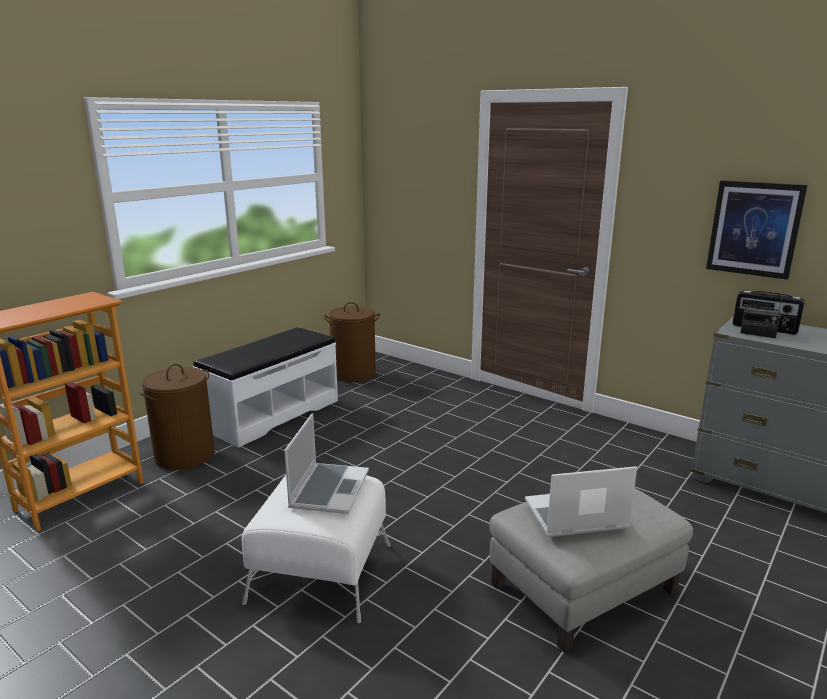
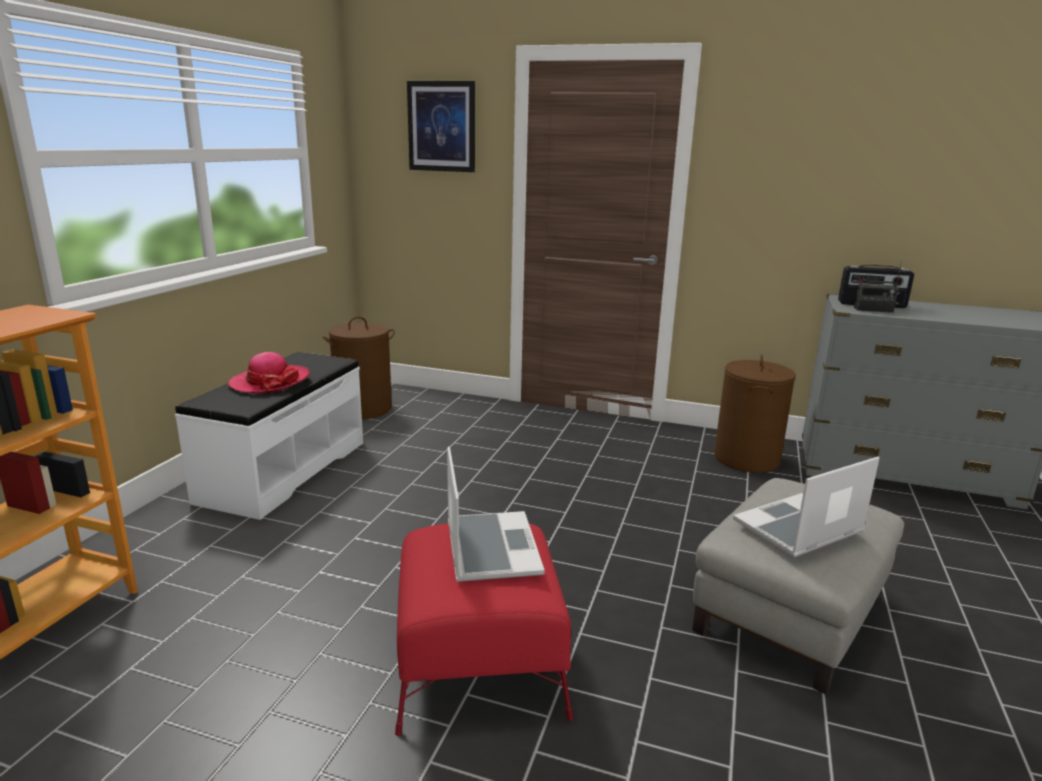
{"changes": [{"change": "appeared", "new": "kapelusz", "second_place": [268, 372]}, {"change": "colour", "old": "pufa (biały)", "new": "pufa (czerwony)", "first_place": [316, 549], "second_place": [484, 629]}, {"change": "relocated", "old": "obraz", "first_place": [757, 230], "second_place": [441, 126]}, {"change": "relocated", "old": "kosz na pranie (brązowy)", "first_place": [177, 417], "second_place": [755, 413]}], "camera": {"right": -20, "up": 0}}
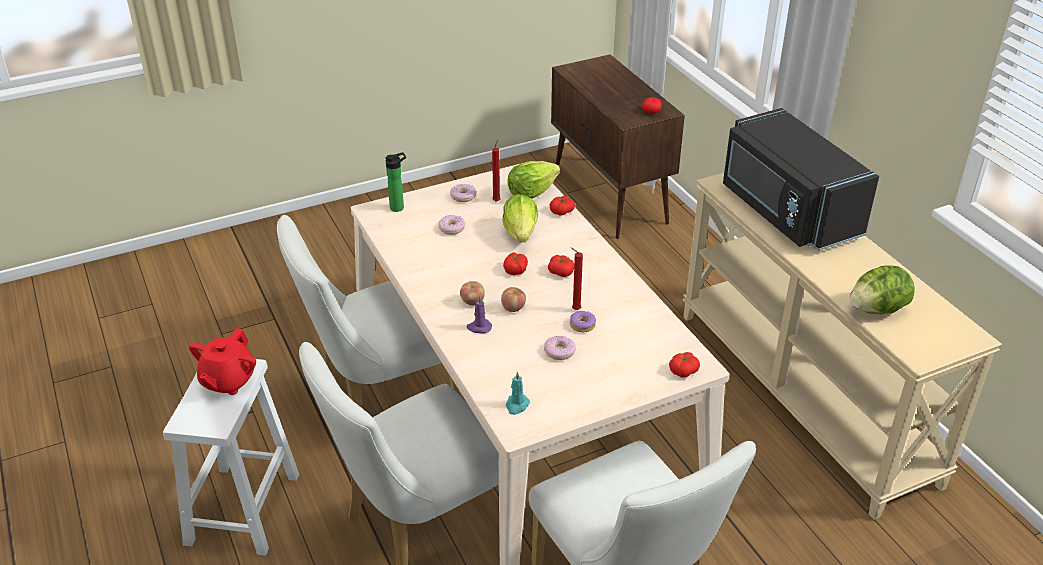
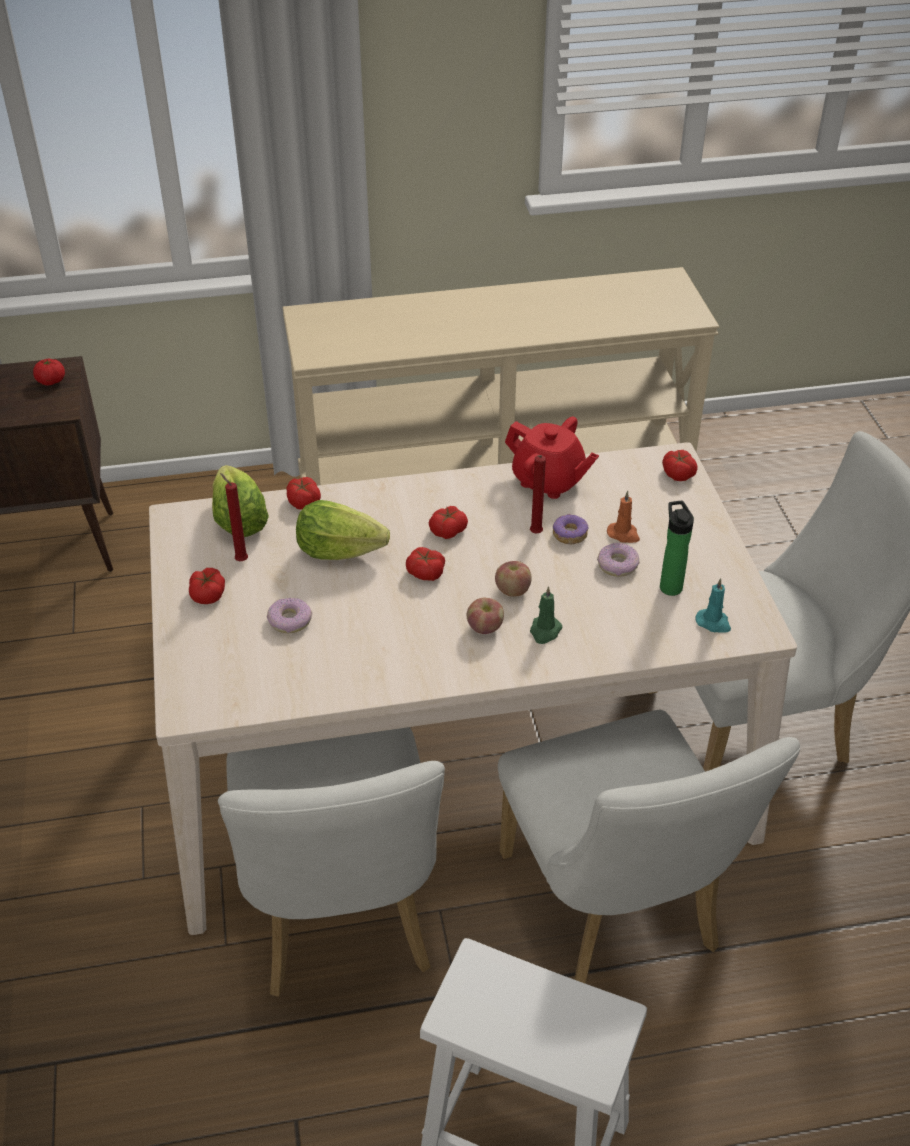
{"changes": [{"change": "exchanged", "old": "donut", "new": "pomidor", "first_place": [463, 193], "second_place": [207, 586]}, {"change": "relocated", "old": "imbryk (czerwony)", "first_place": [222, 361], "second_place": [552, 458]}, {"change": "colour", "old": "świeca (fioletowy)", "new": "świeca (zielony)", "first_place": [479, 314], "second_place": [546, 615]}, {"change": "appeared", "new": "świeca (pomarańczowy)", "second_place": [623, 517]}, {"change": "relocated", "old": "butelka", "first_place": [395, 182], "second_place": [677, 548]}, {"change": "missing", "old": "mikrofalówka (czarny)", "first_place": [801, 179]}, {"change": "missing", "old": "sałata", "first_place": [882, 289]}], "camera": {"right": -75, "up": 5}}
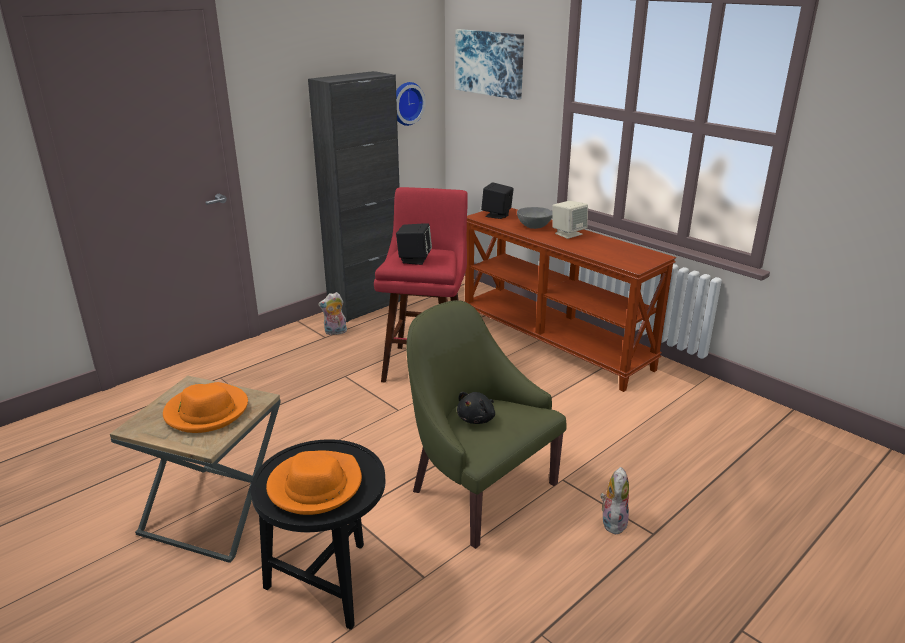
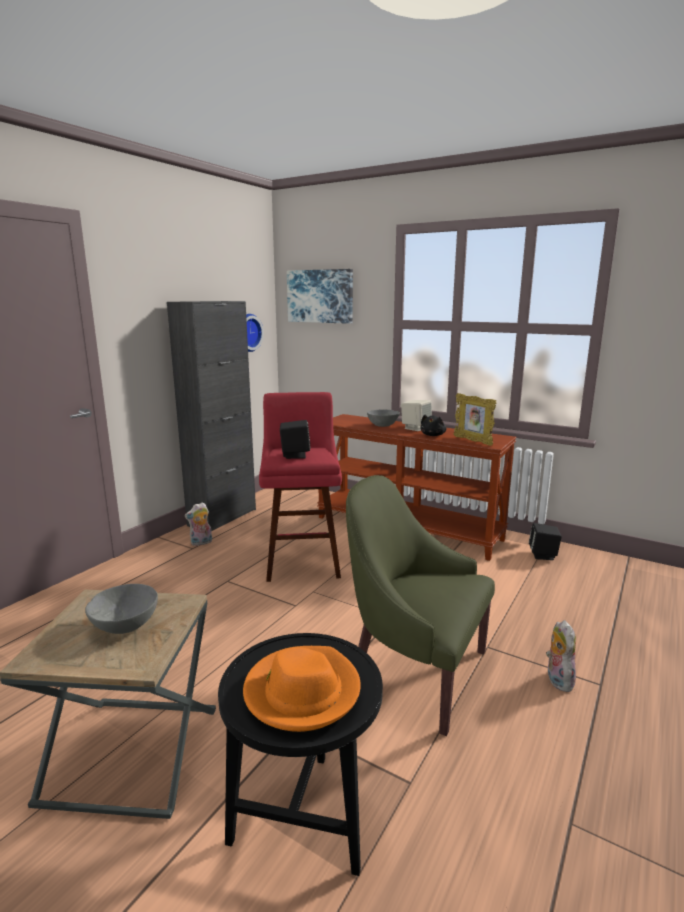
{"changes": [{"change": "exchanged", "old": "kapelusz (pomarańczowy)", "new": "miska (szary)", "first_place": [205, 407], "second_place": [121, 609]}, {"change": "relocated", "old": "pluszak (czarny)", "first_place": [476, 408], "second_place": [433, 425]}, {"change": "appeared", "new": "ramka na zdjęcie", "second_place": [474, 419]}, {"change": "relocated", "old": "głośnik (czarny)", "first_place": [497, 200], "second_place": [545, 541]}], "camera": {"right": -15, "up": -10}}
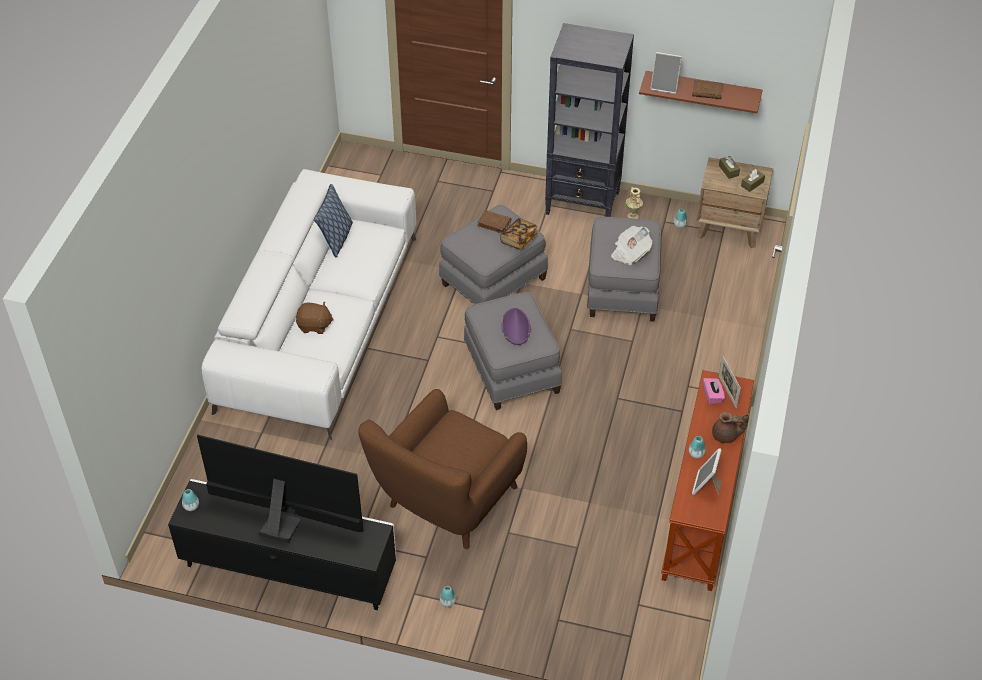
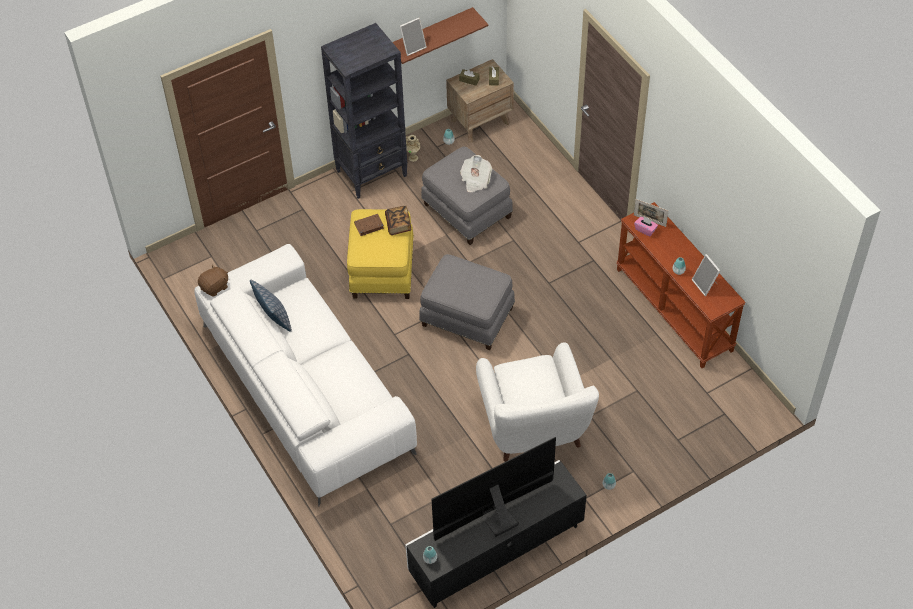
{"changes": [{"change": "relocated", "old": "pluszak (brązowy)", "first_place": [315, 318], "second_place": [213, 280]}, {"change": "colour", "old": "pufa (szary)", "new": "pufa (żółty)", "first_place": [493, 255], "second_place": [380, 254]}, {"change": "colour", "old": "fotel (brązowy)", "new": "fotel (biały)", "first_place": [442, 469], "second_place": [537, 402]}, {"change": "missing", "old": "kapelusz (fioletowy)", "first_place": [516, 326]}, {"change": "missing", "old": "książka (brązowy)", "first_place": [707, 89]}, {"change": "missing", "old": "imbryk (brązowy)", "first_place": [730, 427]}], "camera": {"right": -45, "up": 5}}
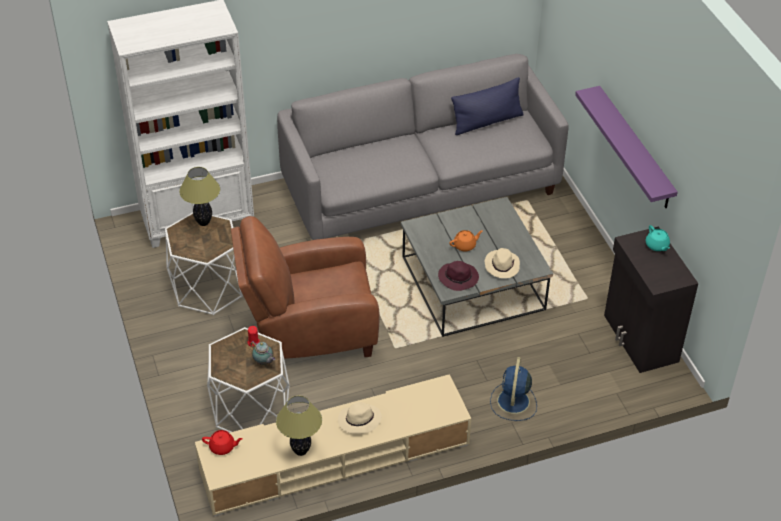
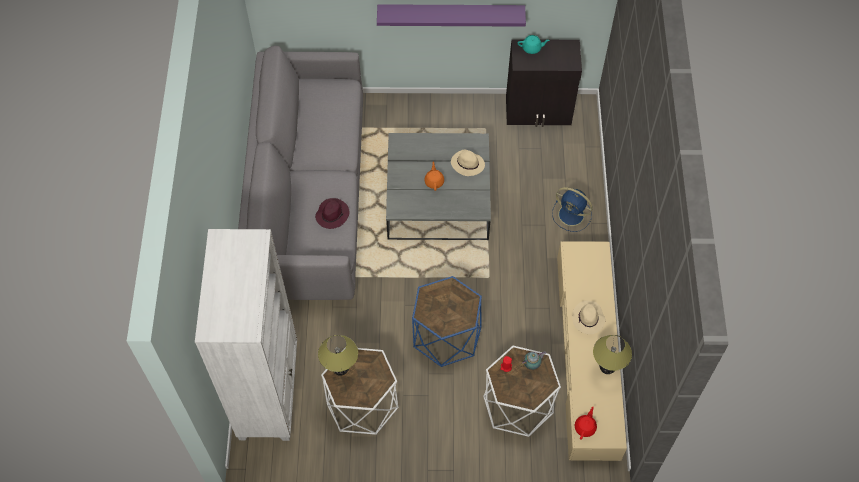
{"changes": [{"change": "relocated", "old": "kapelusz (fioletowy)", "first_place": [458, 276], "second_place": [332, 213]}, {"change": "exchanged", "old": "fotel (brązowy)", "new": "stolik (niebieski)", "first_place": [305, 287], "second_place": [447, 321]}, {"change": "missing", "old": "poduszka (niebieski)", "first_place": [487, 106]}], "camera": {"right": -70, "up": 15}}
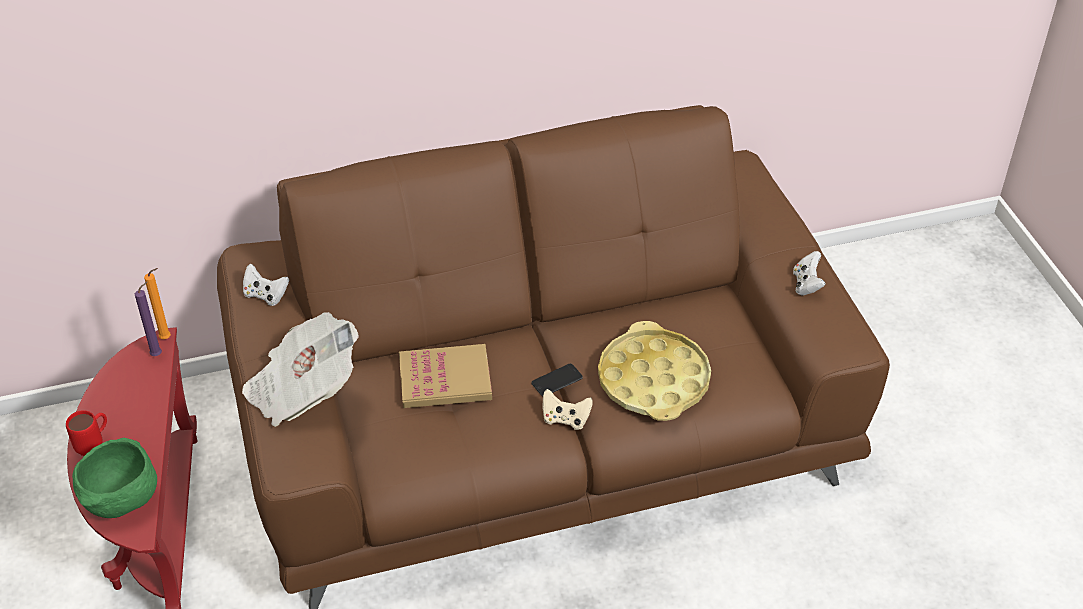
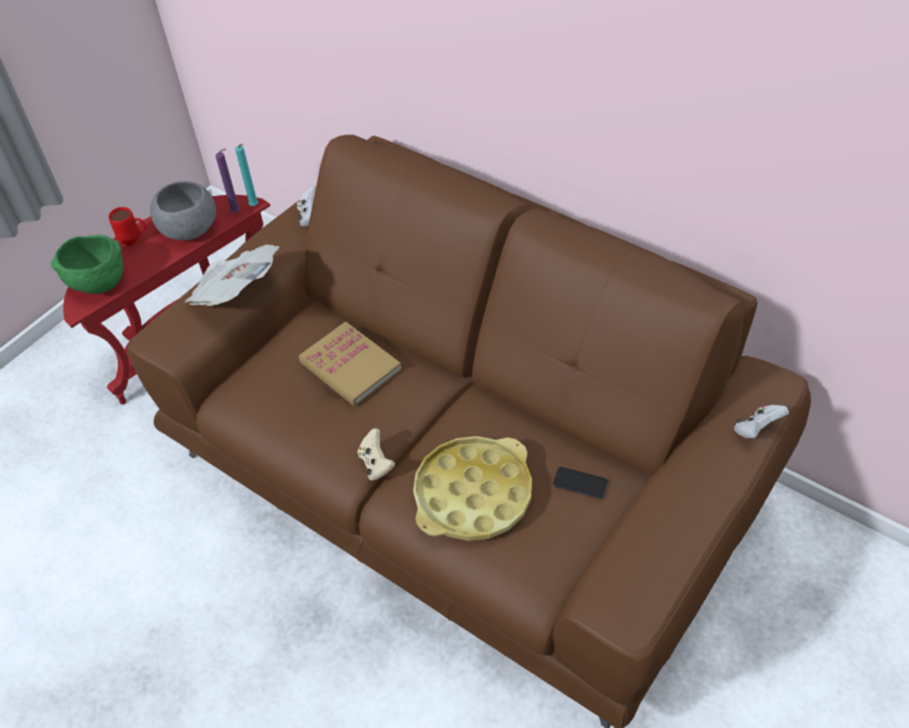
{"changes": [{"change": "appeared", "new": "miska (szary)", "second_place": [183, 211]}, {"change": "colour", "old": "świeca (pomarańczowy)", "new": "świeca (turkusowy)", "first_place": [157, 303], "second_place": [246, 175]}, {"change": "relocated", "old": "telefon", "first_place": [557, 380], "second_place": [580, 483]}, {"change": "relocated", "old": "pad do gier (biały)", "first_place": [809, 273], "second_place": [761, 421]}], "camera": {"right": 55, "up": 5}}
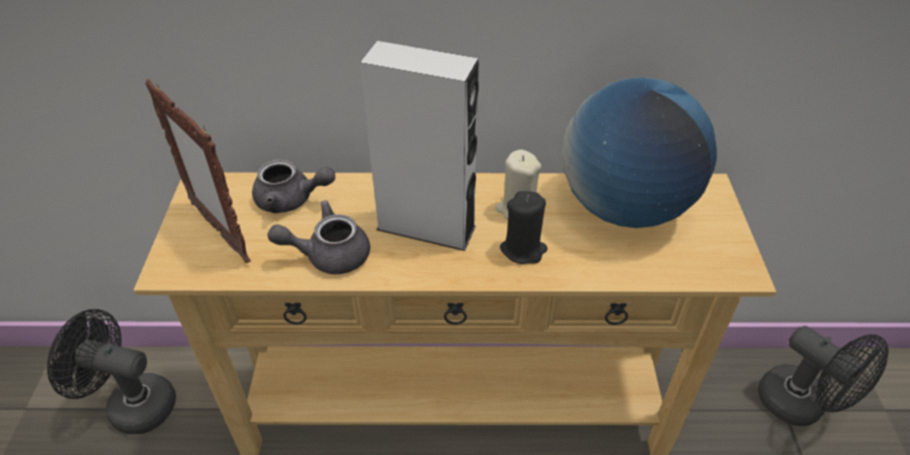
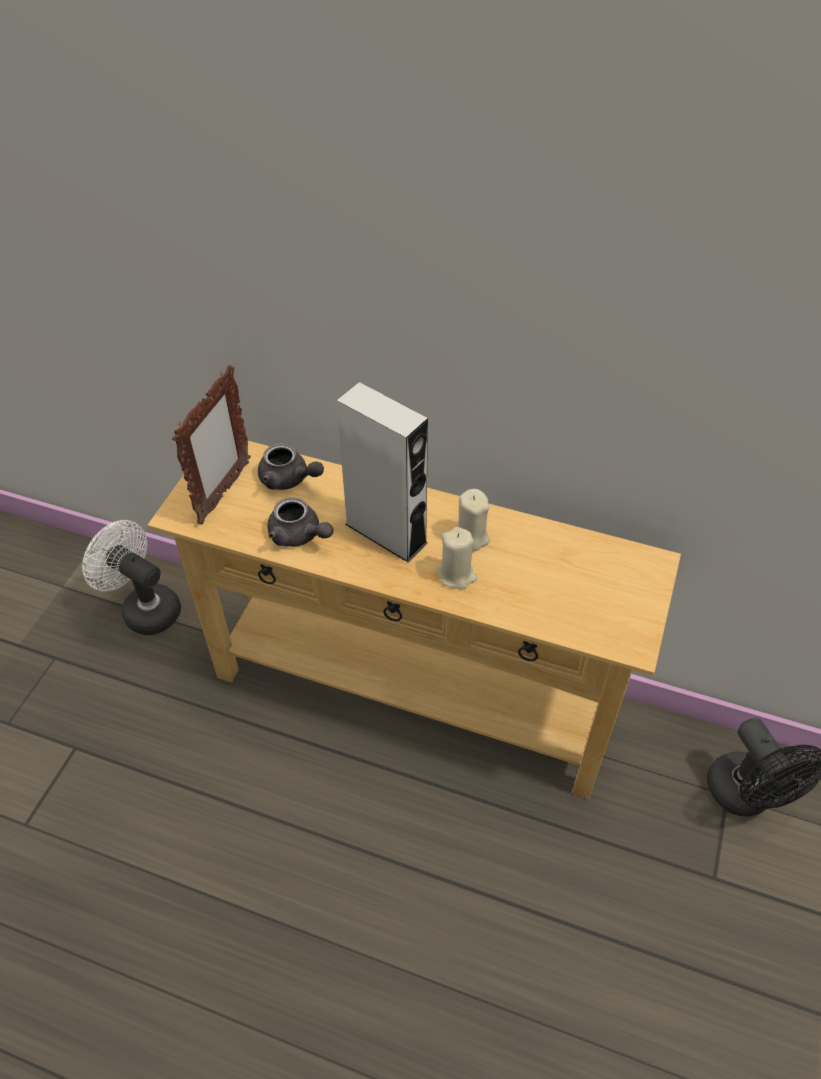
{"changes": [{"change": "colour", "old": "wentylator (czarny)", "new": "wentylator (biały)", "first_place": [111, 371], "second_place": [131, 577]}, {"change": "spun", "old": "ramka na zdjęcie", "first_place": [198, 171], "second_place": [211, 445], "degrees": -135}, {"change": "spun", "old": "imbryk (szary)", "first_place": [318, 237], "second_place": [300, 522], "degrees": -150}, {"change": "colour", "old": "świeca (czarny)", "new": "świeca (beżowy)", "first_place": [524, 227], "second_place": [457, 558]}, {"change": "missing", "old": "globus", "first_place": [639, 152]}], "camera": {"right": 20, "up": 5}}
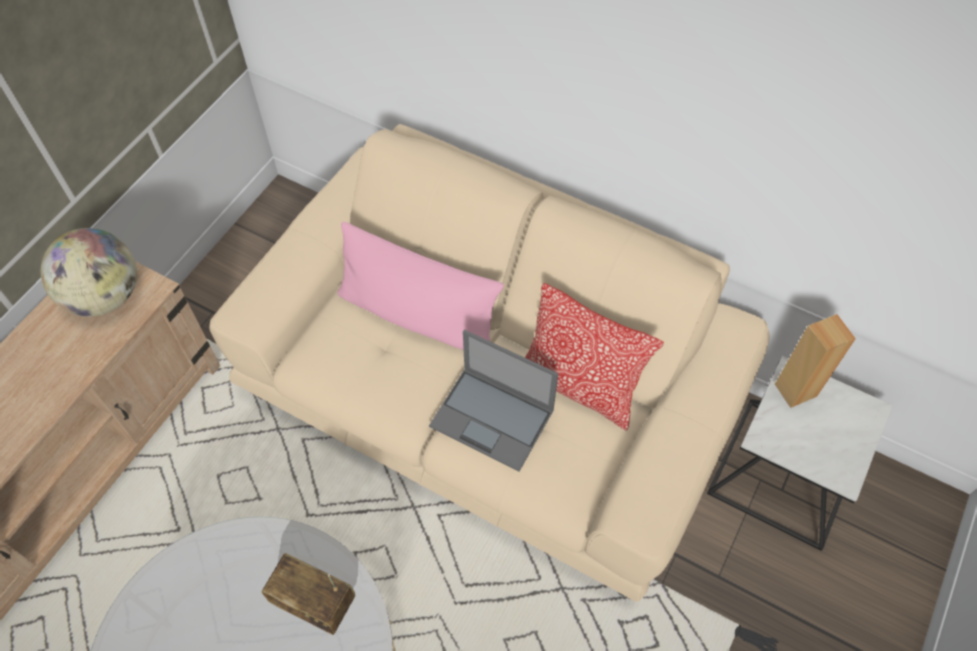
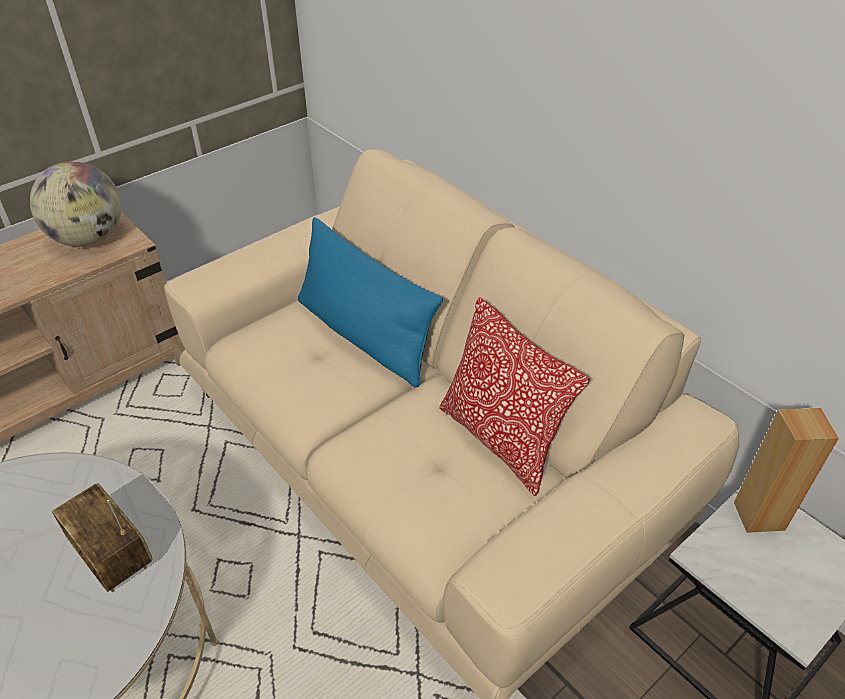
{"changes": [{"change": "colour", "old": "poduszka (różowy)", "new": "poduszka (niebieski)", "first_place": [421, 286], "second_place": [370, 302]}, {"change": "missing", "old": "laptop", "first_place": [494, 401]}], "camera": {"right": 20, "up": -15}}
